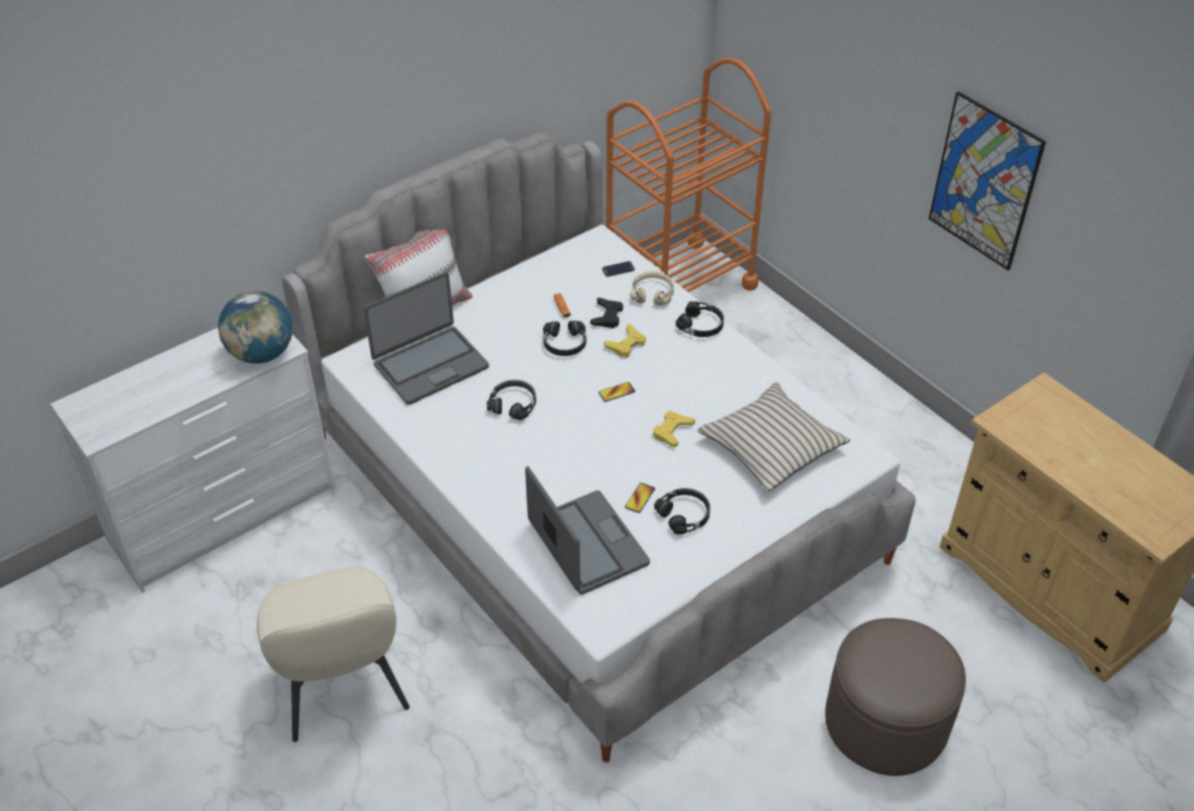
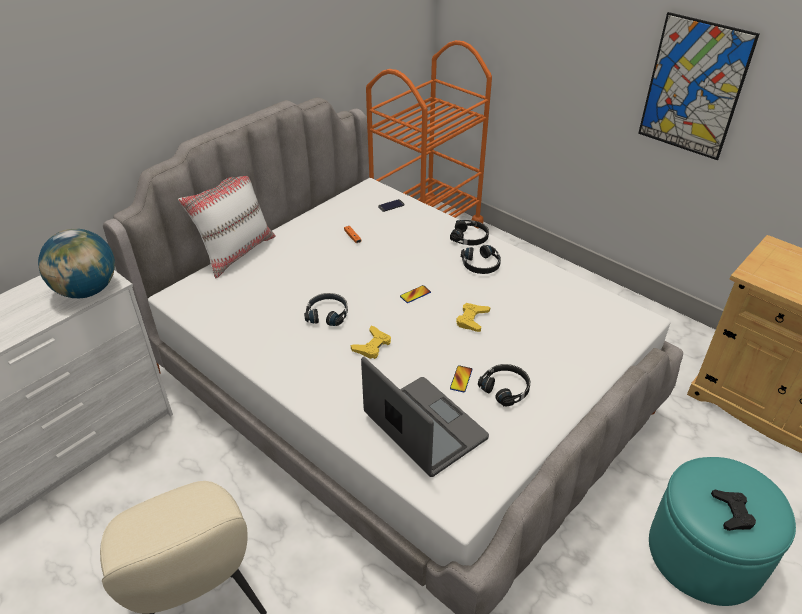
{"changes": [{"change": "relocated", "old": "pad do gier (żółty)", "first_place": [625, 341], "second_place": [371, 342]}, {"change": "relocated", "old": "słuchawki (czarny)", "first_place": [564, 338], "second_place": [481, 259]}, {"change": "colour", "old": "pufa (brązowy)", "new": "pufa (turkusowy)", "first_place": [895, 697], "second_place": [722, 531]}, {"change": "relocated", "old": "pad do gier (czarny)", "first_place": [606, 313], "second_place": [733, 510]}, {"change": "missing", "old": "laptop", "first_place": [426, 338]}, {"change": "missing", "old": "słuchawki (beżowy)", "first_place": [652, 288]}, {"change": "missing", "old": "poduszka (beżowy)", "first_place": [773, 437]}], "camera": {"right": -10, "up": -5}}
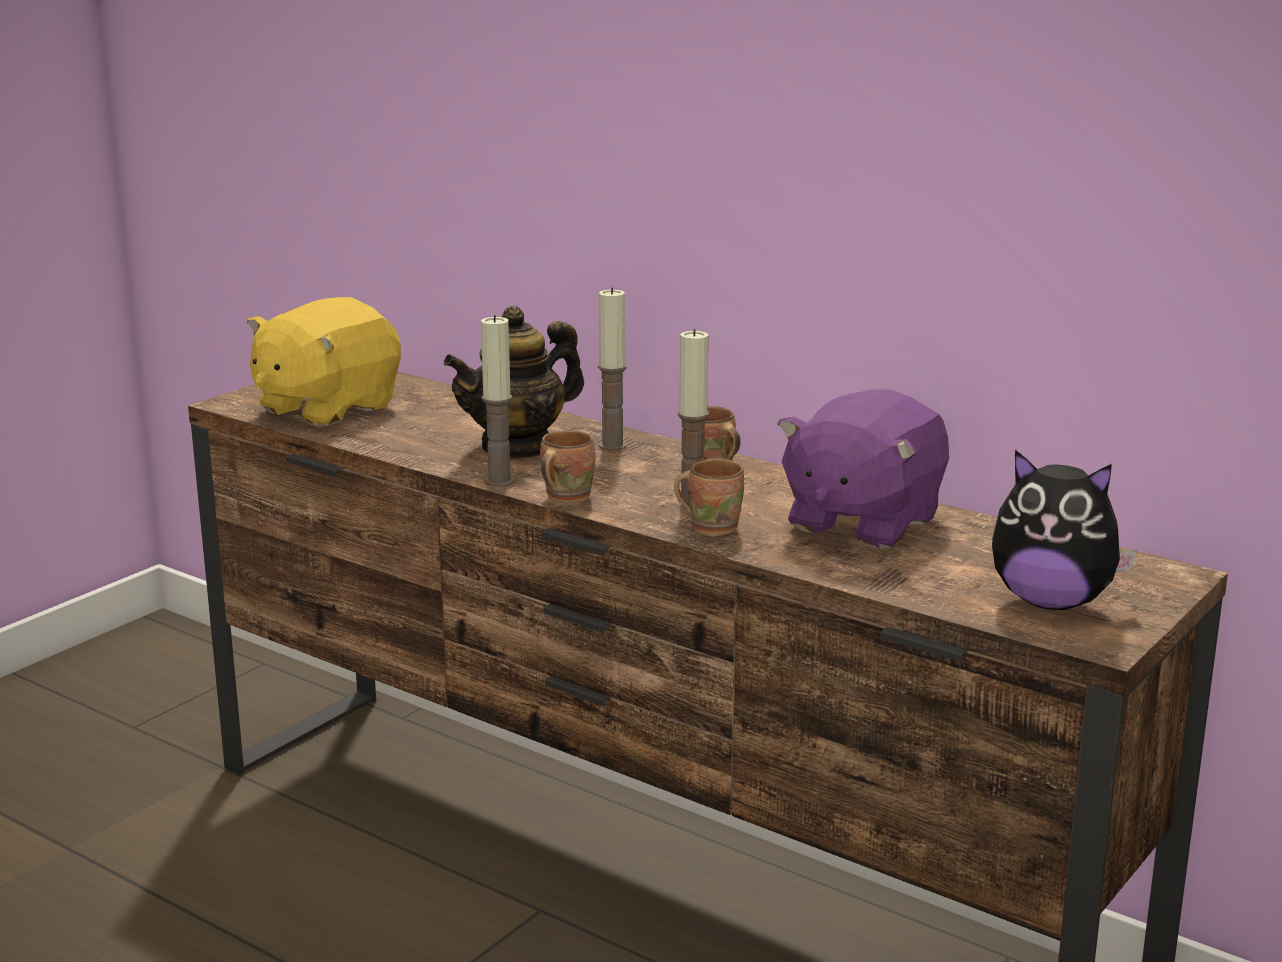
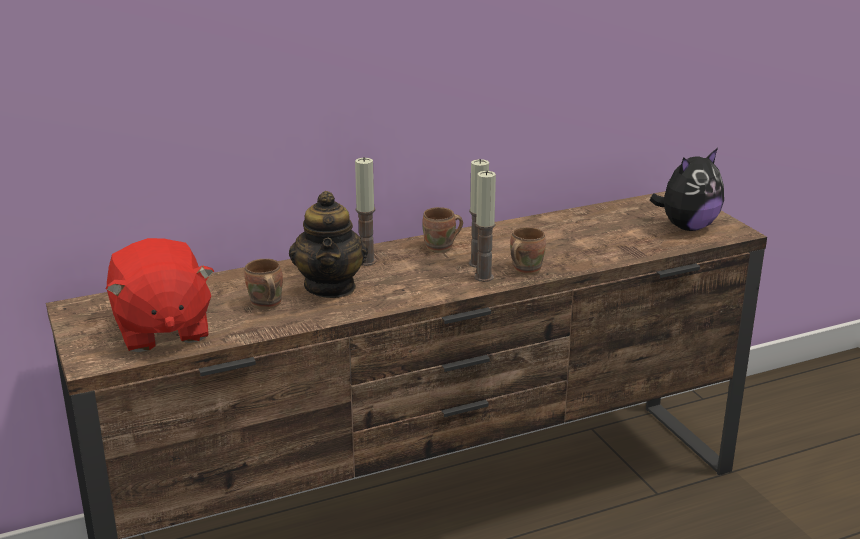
{"changes": [{"change": "colour", "old": "pluszak (żółty)", "new": "pluszak (czerwony)", "first_place": [324, 362], "second_place": [160, 295]}, {"change": "relocated", "old": "kubek (brązowy)", "first_place": [568, 467], "second_place": [263, 284]}, {"change": "relocated", "old": "świeca", "first_place": [497, 401], "second_place": [485, 226]}, {"change": "missing", "old": "pluszak (fioletowy)", "first_place": [863, 469]}], "camera": {"right": -60, "up": 5}}
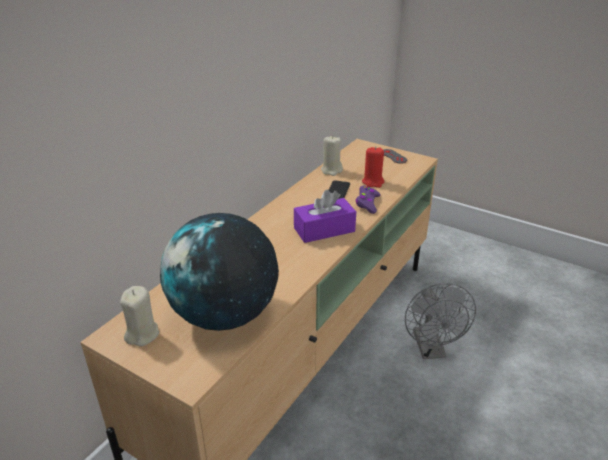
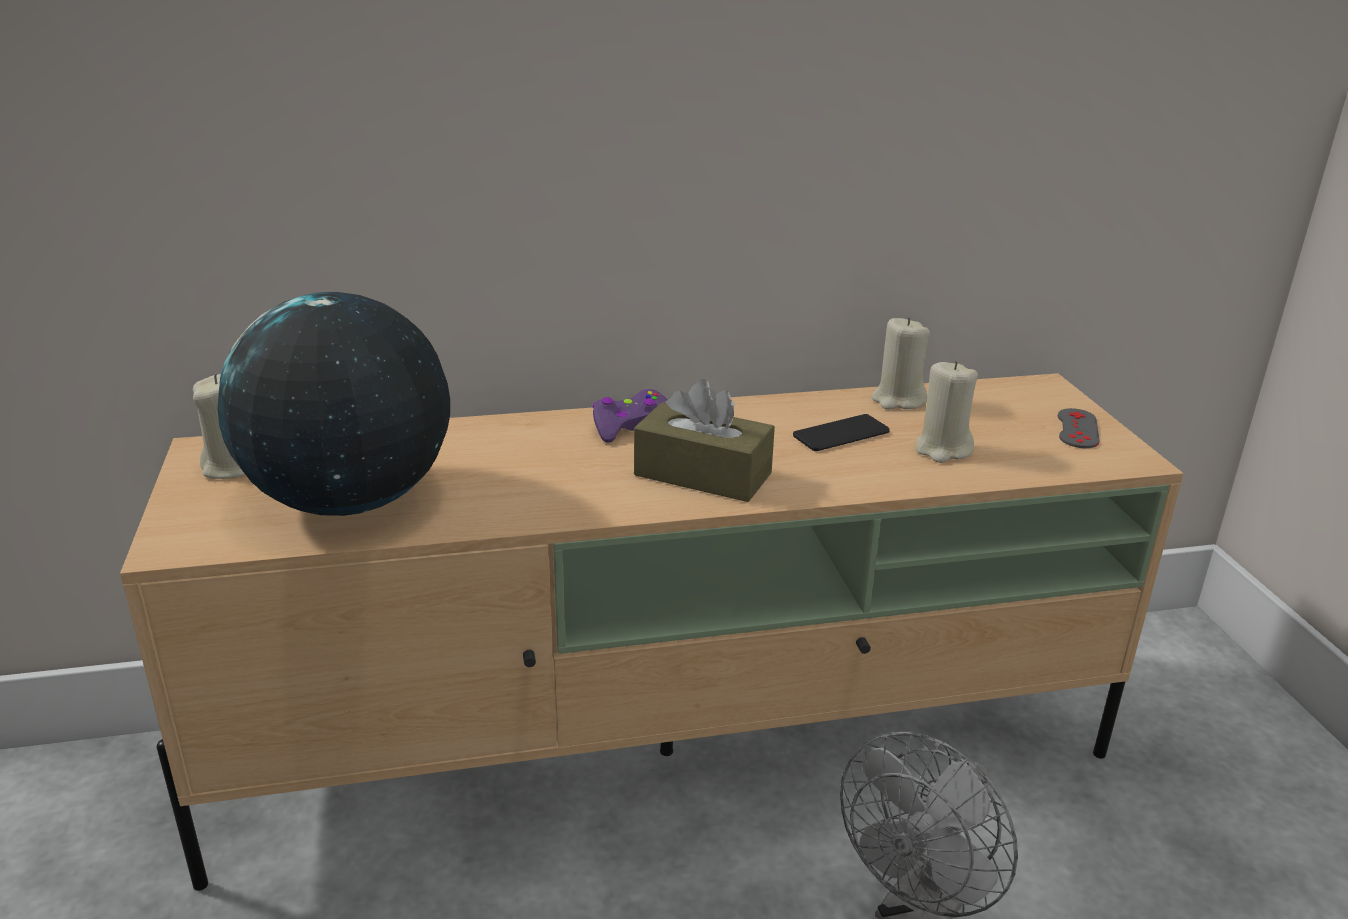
{"changes": [{"change": "relocated", "old": "pad do gier (fioletowy)", "first_place": [368, 199], "second_place": [630, 416]}, {"change": "colour", "old": "pudełko chusteczek (fioletowy)", "new": "pudełko chusteczek (brązowy)", "first_place": [325, 216], "second_place": [704, 440]}, {"change": "colour", "old": "świeca (czerwony)", "new": "świeca (beżowy)", "first_place": [373, 167], "second_place": [947, 412]}], "camera": {"right": 45, "up": -5}}
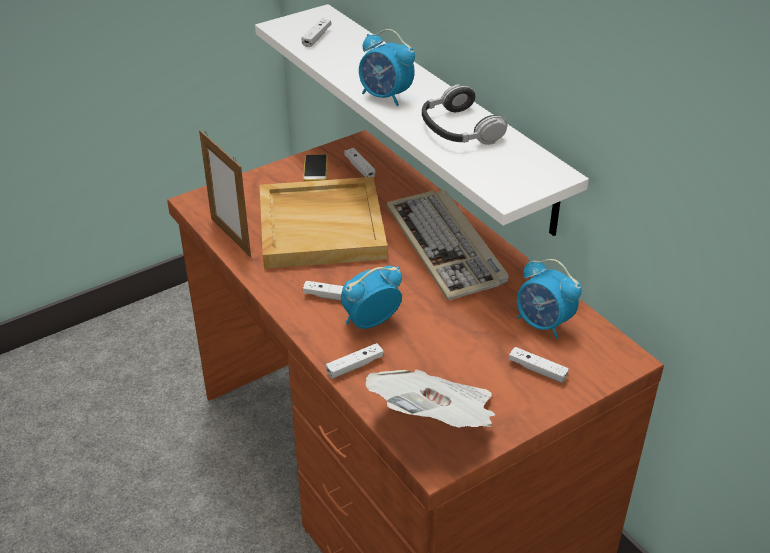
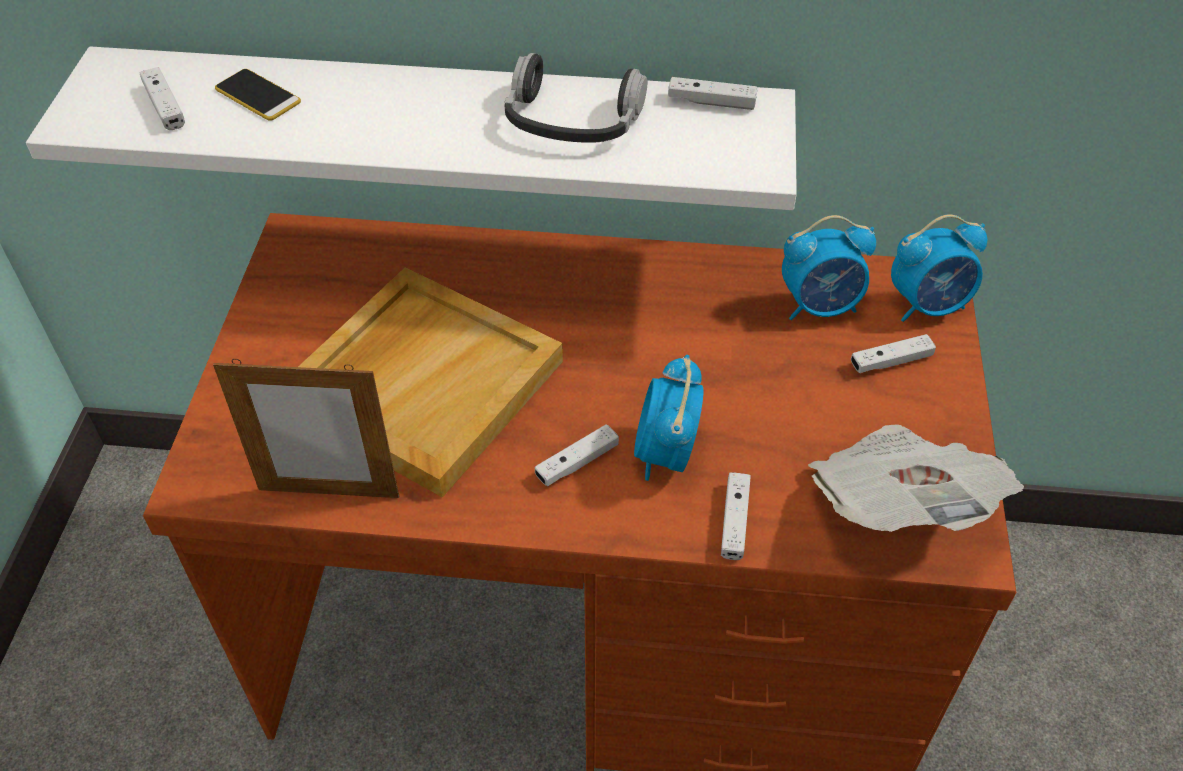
{"changes": [{"change": "relocated", "old": "telefon", "first_place": [315, 167], "second_place": [258, 95]}, {"change": "relocated", "old": "pad do gier (biały)", "first_place": [359, 162], "second_place": [713, 93]}, {"change": "relocated", "old": "budzik", "first_place": [387, 67], "second_place": [939, 268]}, {"change": "missing", "old": "klawiatura", "first_place": [447, 244]}], "camera": {"right": -50, "up": 10}}
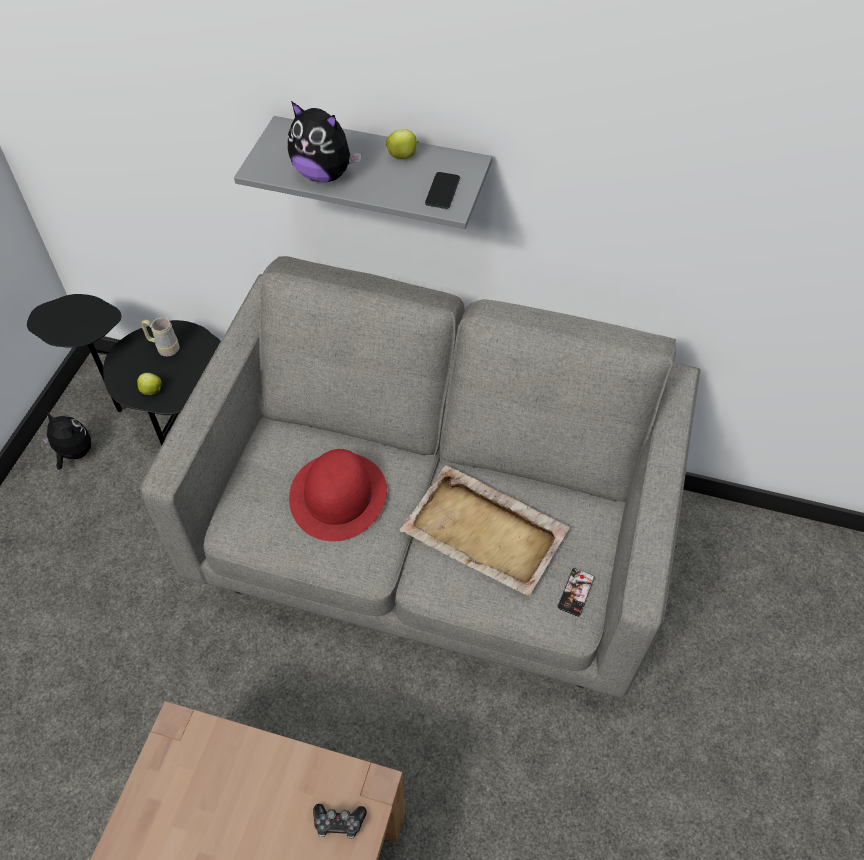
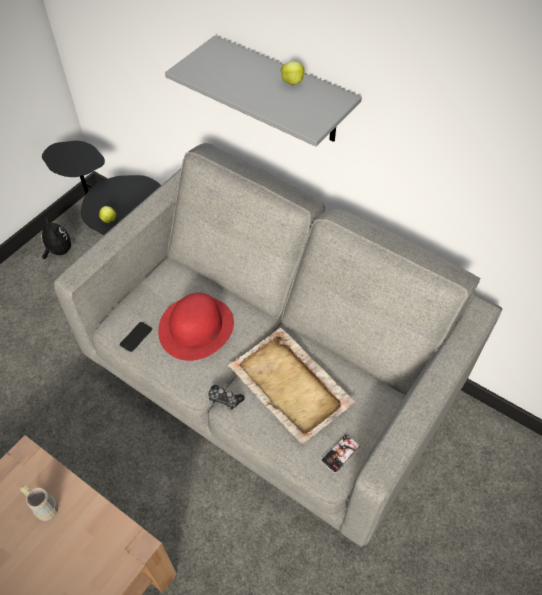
{"changes": [{"change": "relocated", "old": "kubek (beżowy)", "first_place": [160, 337], "second_place": [39, 503]}, {"change": "relocated", "old": "telefon", "first_place": [442, 190], "second_place": [136, 337]}, {"change": "relocated", "old": "pad do gier", "first_place": [340, 821], "second_place": [226, 398]}, {"change": "missing", "old": "pluszak", "first_place": [324, 141]}], "camera": {"right": 20, "up": 0}}
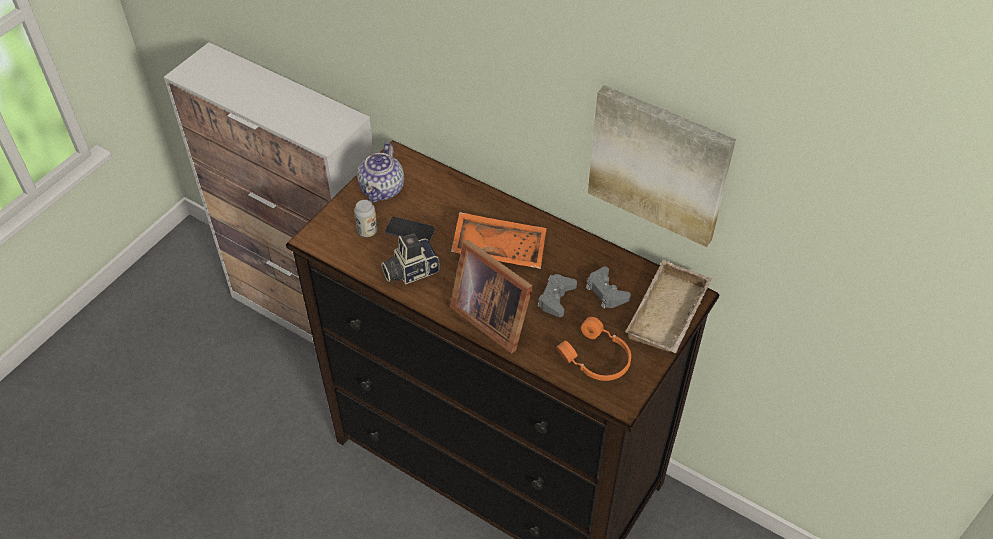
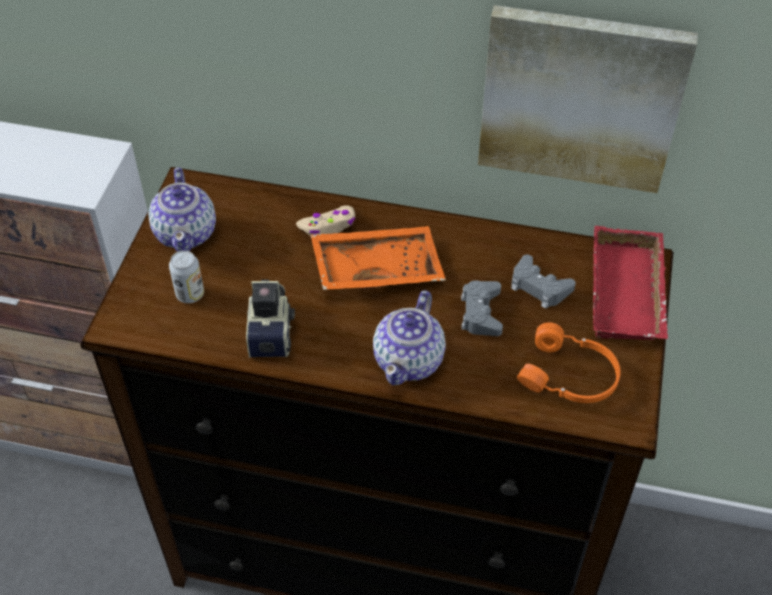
{"changes": [{"change": "spun", "old": "aparat fotograficzny", "first_place": [410, 259], "second_place": [270, 318], "degrees": 135}, {"change": "appeared", "new": "pad do gier (beżowy)", "second_place": [325, 220]}, {"change": "exchanged", "old": "ramka na zdjęcie", "new": "imbryk", "first_place": [491, 297], "second_place": [409, 337]}, {"change": "colour", "old": "taca (beżowy)", "new": "taca (czerwony)", "first_place": [668, 306], "second_place": [630, 283]}, {"change": "missing", "old": "telefon", "first_place": [410, 229]}], "camera": {"right": -20, "up": 0}}
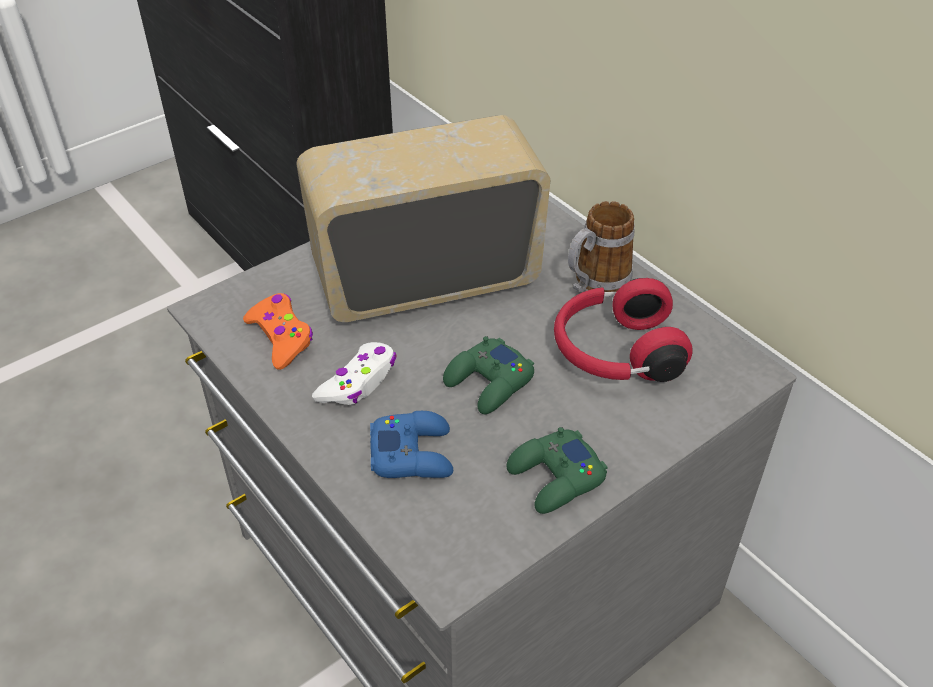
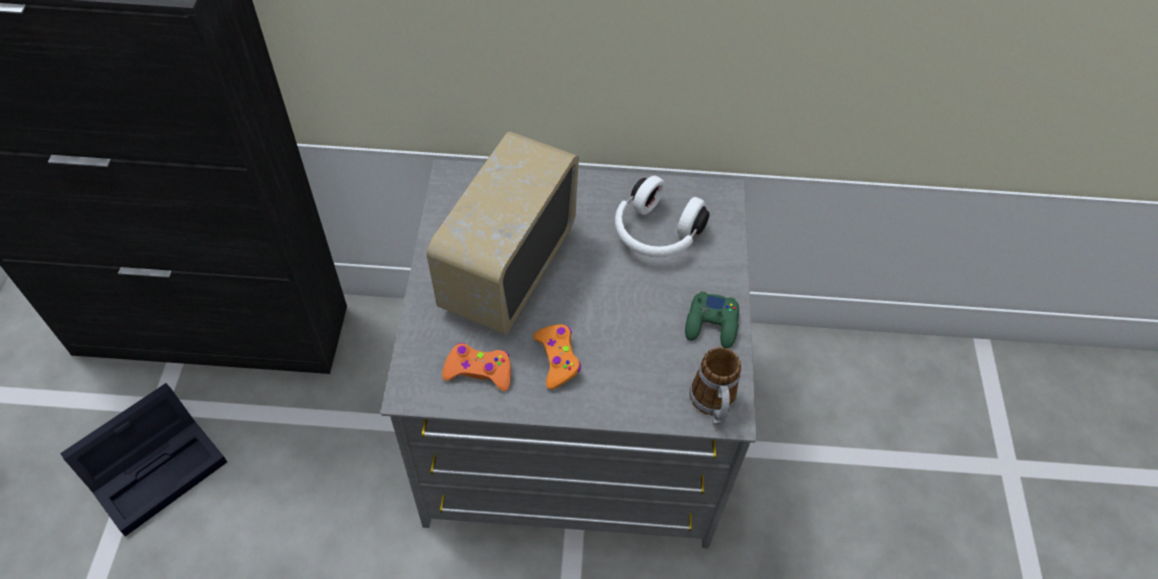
{"changes": [{"change": "appeared", "new": "pojemnik do przechowywania (czarny)", "second_place": [143, 459]}, {"change": "colour", "old": "pad do gier (biały)", "new": "pad do gier (pomarańczowy)", "first_place": [354, 373], "second_place": [557, 357]}, {"change": "colour", "old": "słuchawki (czerwony)", "new": "słuchawki (biały)", "first_place": [623, 330], "second_place": [662, 216]}, {"change": "relocated", "old": "kubek", "first_place": [601, 247], "second_place": [715, 385]}, {"change": "missing", "old": "pad do gier (niebieski)", "first_place": [411, 444]}, {"change": "missing", "old": "pad do gier (zielony)", "first_place": [488, 375]}], "camera": {"right": -50, "up": 10}}
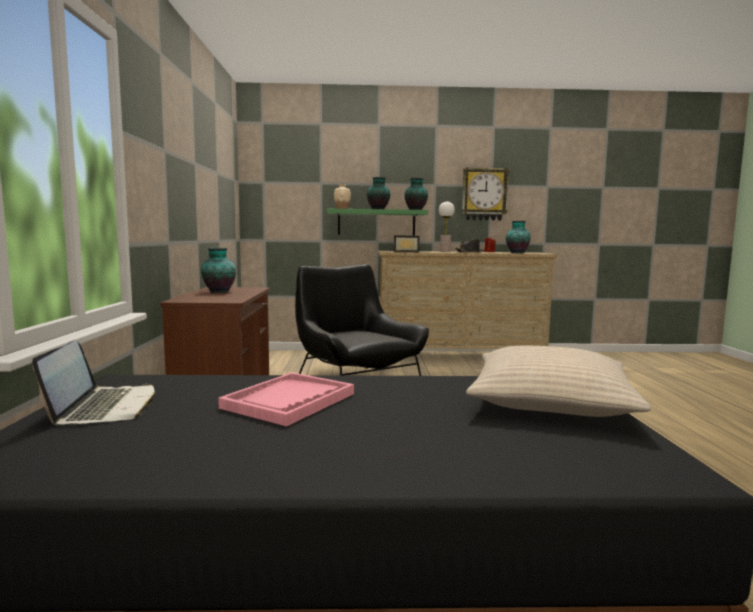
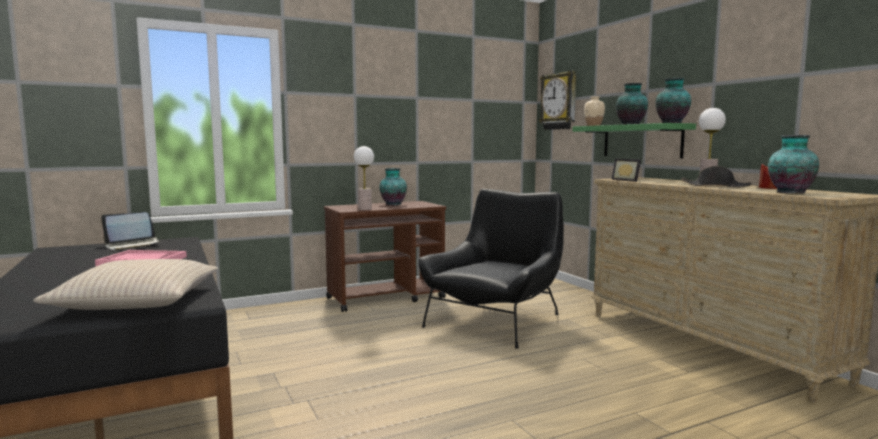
{"changes": [{"change": "appeared", "new": "lampa stołowa", "second_place": [364, 178]}, {"change": "relocated", "old": "zegar ścienny", "first_place": [486, 193], "second_place": [557, 100]}], "camera": {"right": 65, "up": 0}}
